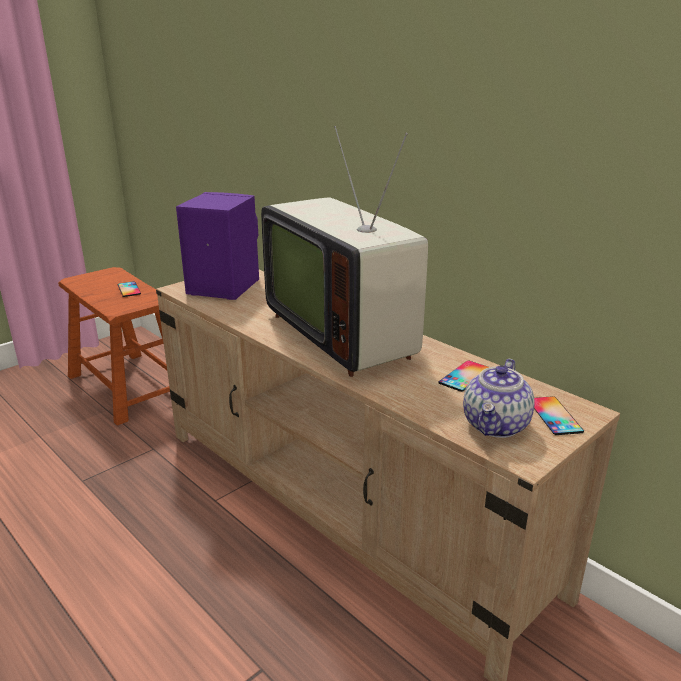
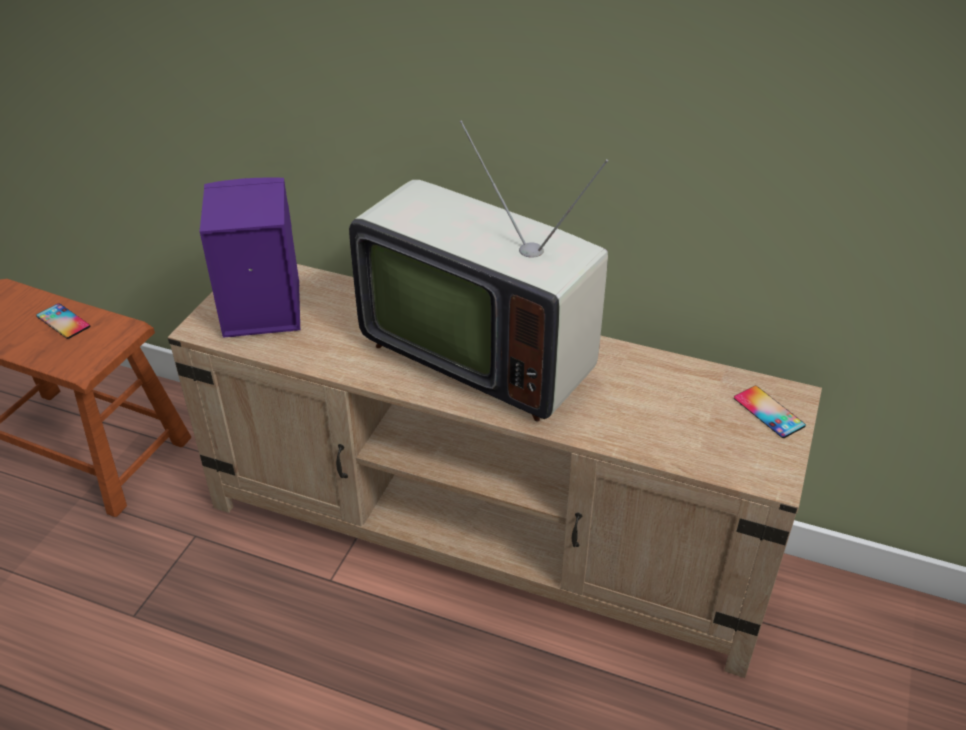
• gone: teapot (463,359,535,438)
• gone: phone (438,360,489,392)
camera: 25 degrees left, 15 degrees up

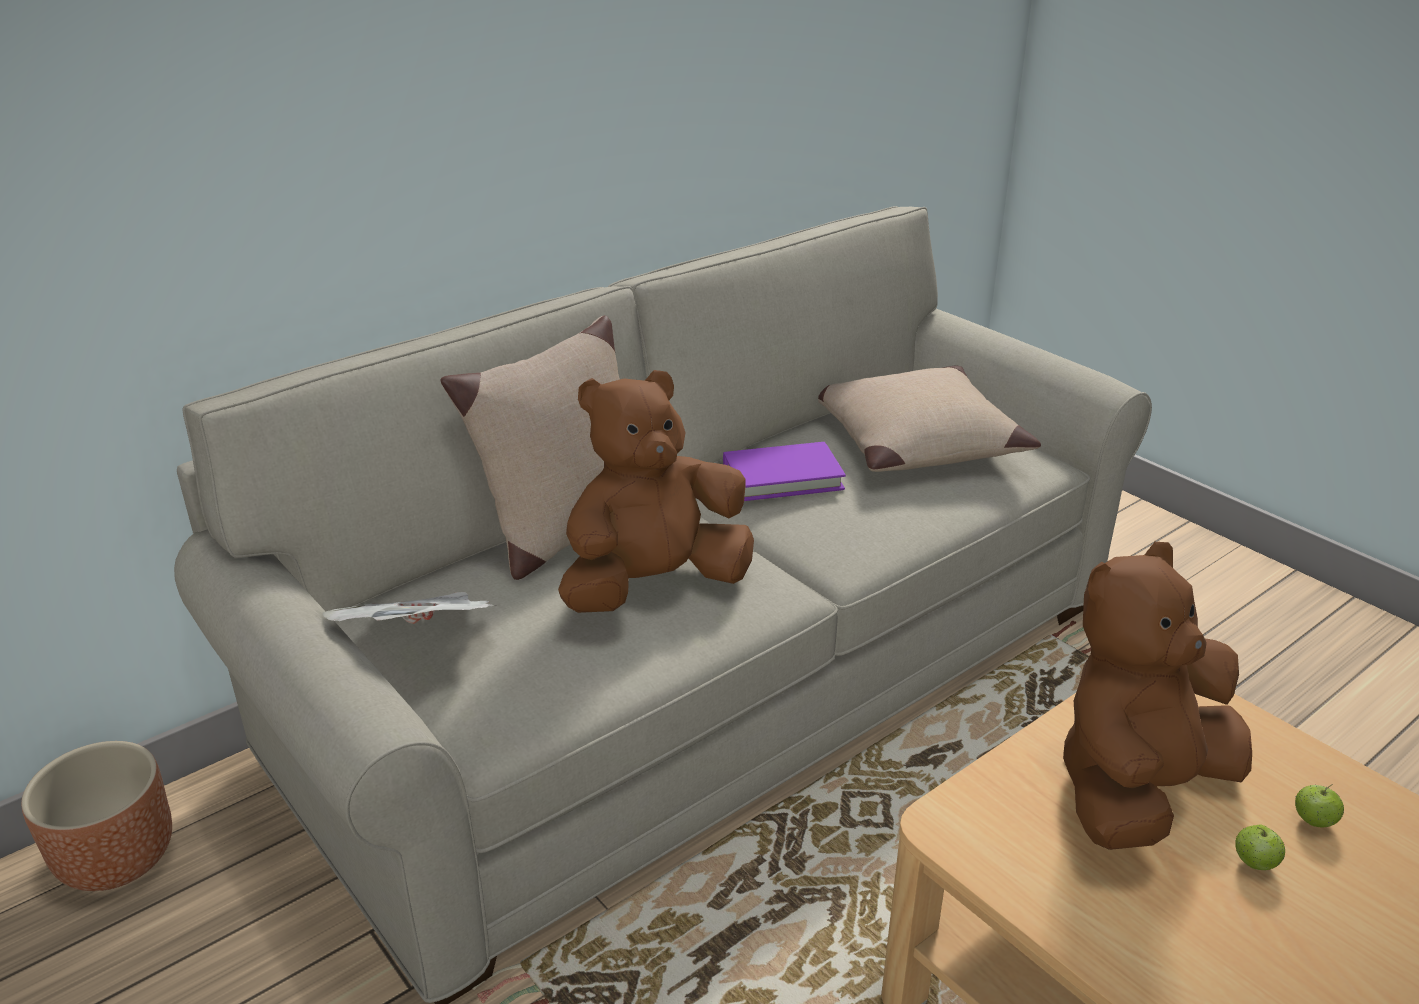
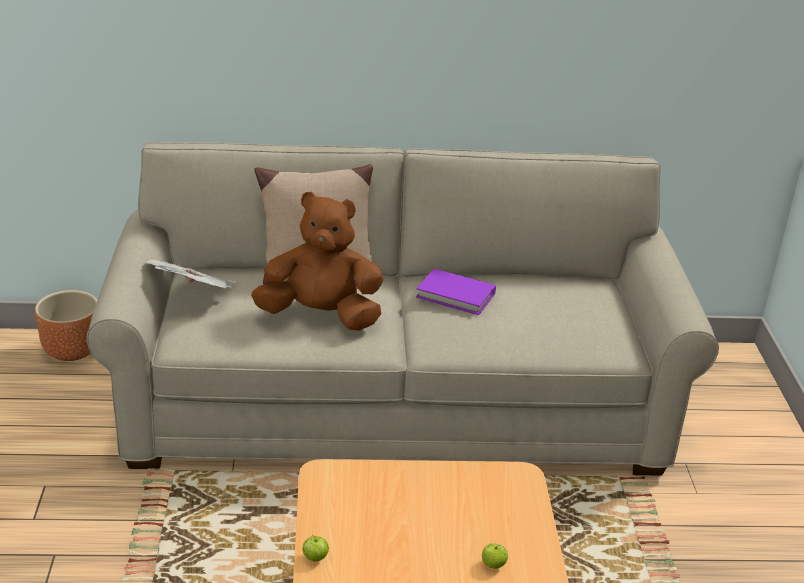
• gone: beige pillow (818,366,1041,472)
• gone: brown plush toy (1063,542,1252,850)
• shifted: apple (1235,825,1285,870) to (303,534,329,562)
camera: 35 degrees right, 0 degrees up

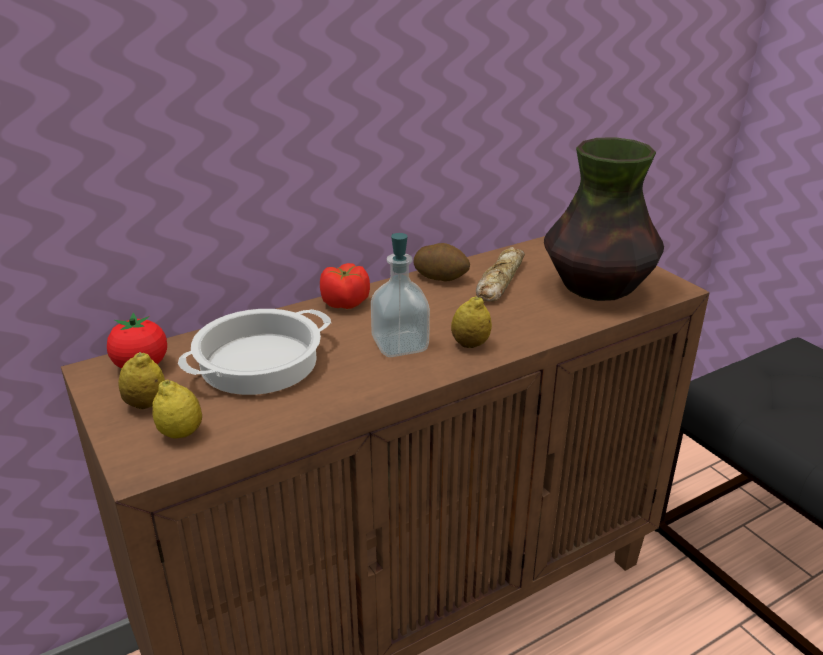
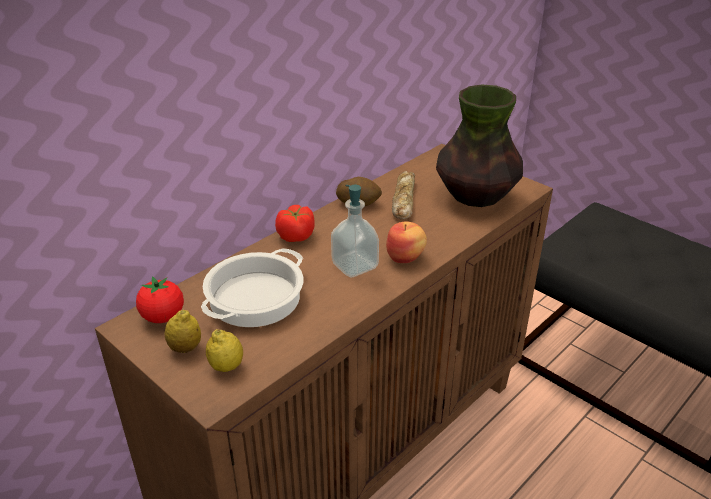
• swapped: lemon (451,296,492,348) to apple (386,222,427,263)
camera: 15 degrees left, 5 degrees up

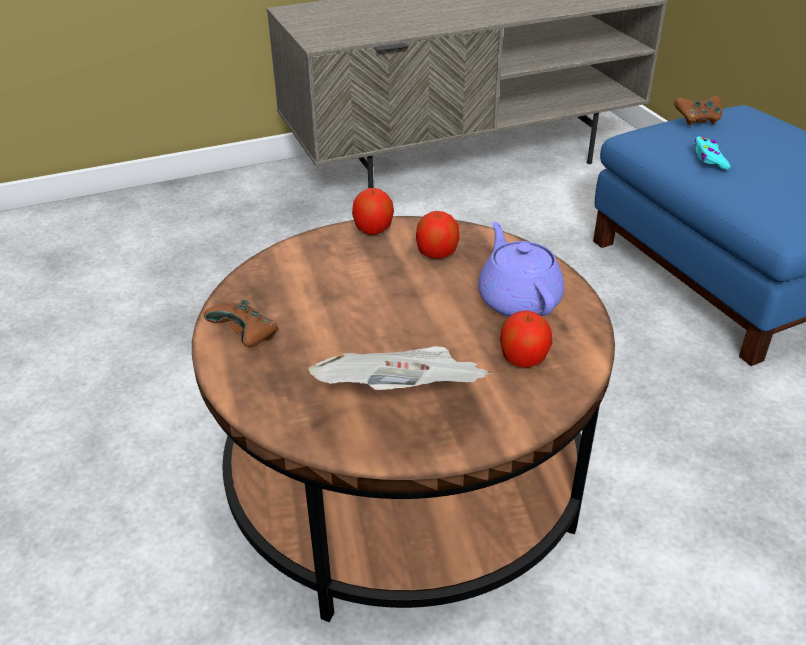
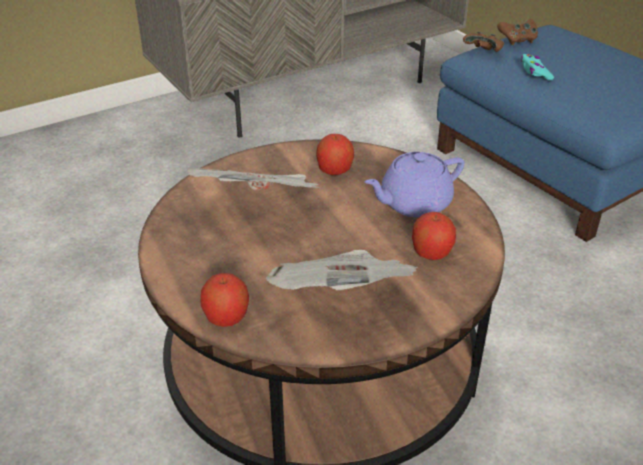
• shifted: apple (352,188,394,235) to (201,273,249,327)
• rotated: purple teapot (478,222,564,317) = (365,152,464,218) 90 degrees counterclockwise
• shifted: brown game controller (204,300,279,347) to (463,32,504,52)
• new: newspaper (187,168,321,191)
camera: 10 degrees left, 0 degrees up

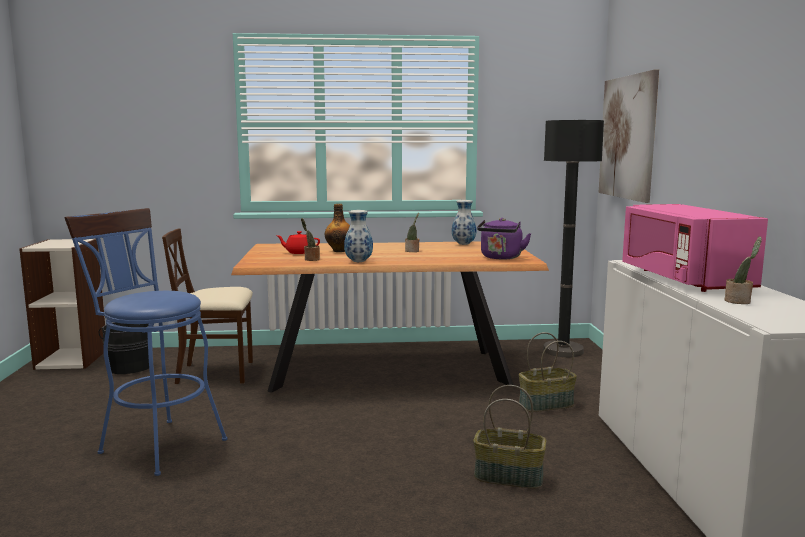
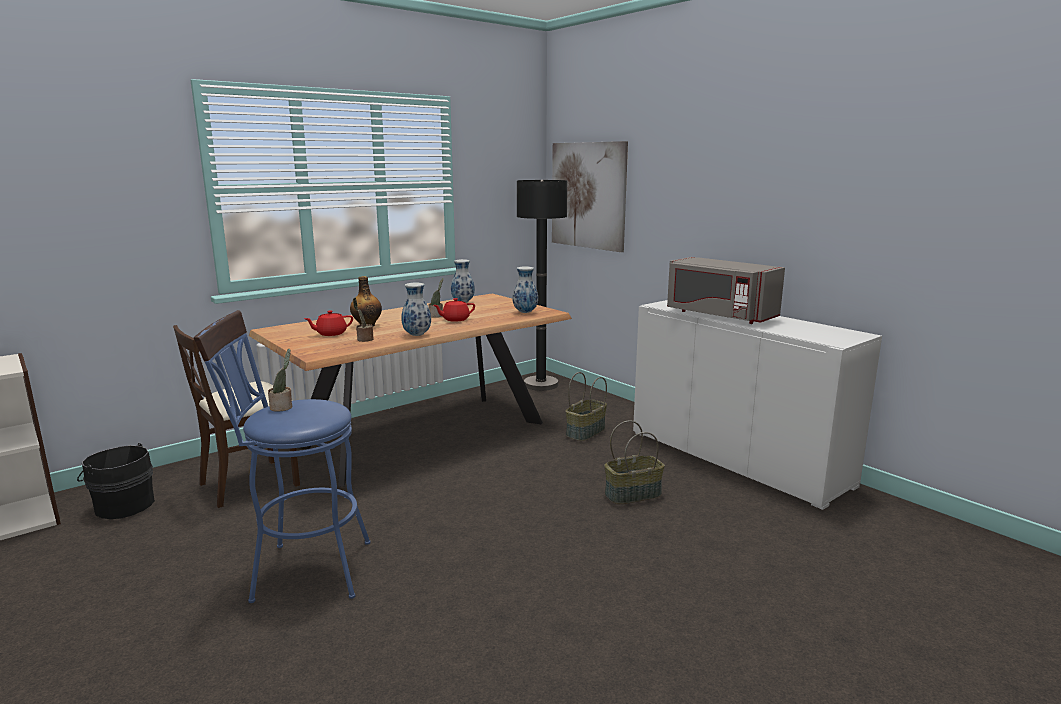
• repainted: pink microwave (622,204,768,292) to grey microwave (667,257,785,324)
• swapped: purple kettle (477,218,531,259) to vase (513,266,538,313)
• shifted: potted plant (725,236,762,304) to (268,349,292,412)
• new: red teapot (433,298,475,322)
camera: 35 degrees left, 5 degrees up

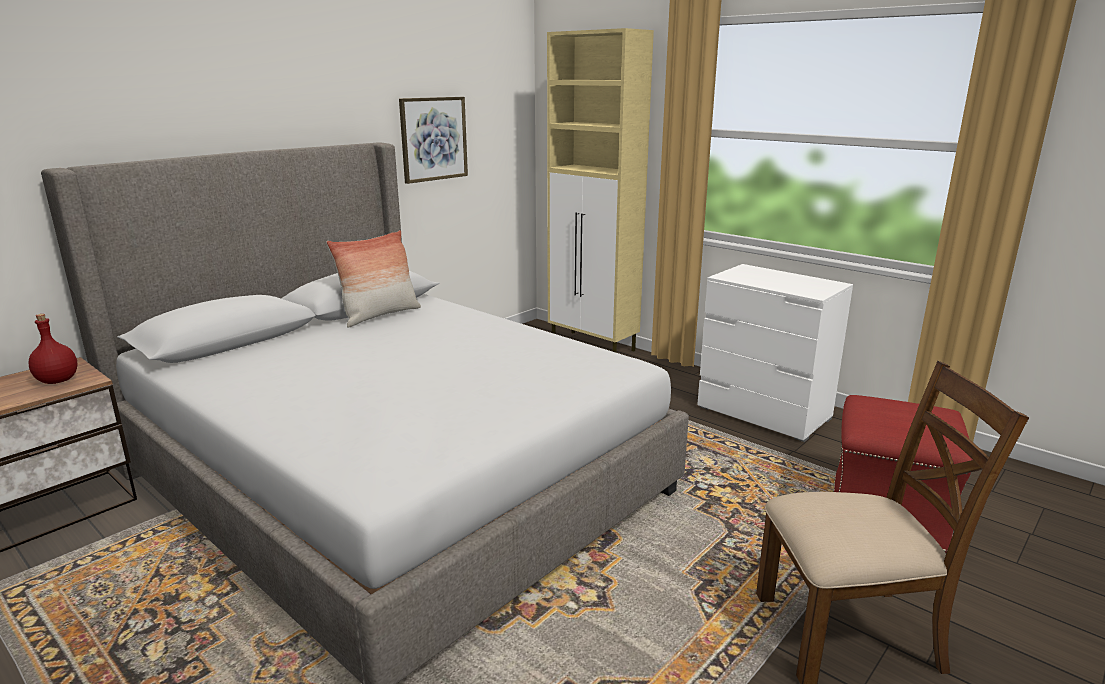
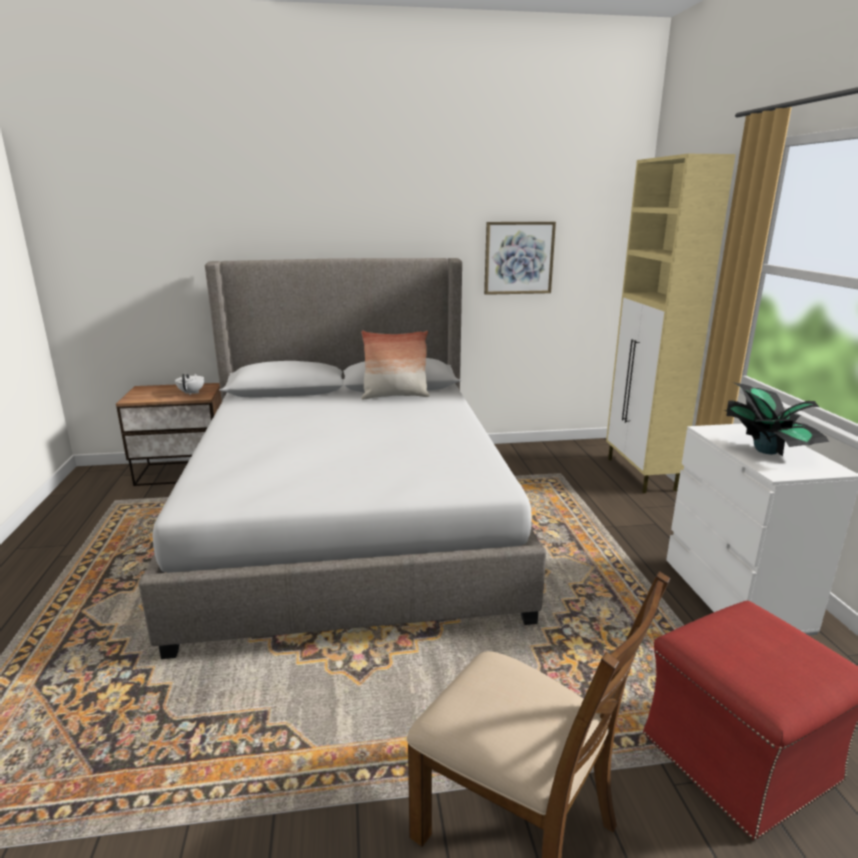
• swapped: red bottle (28,314,77,384) to white teapot (175,374,204,395)
• new: potted plant (725,382,829,456)
camera: 40 degrees right, 0 degrees up

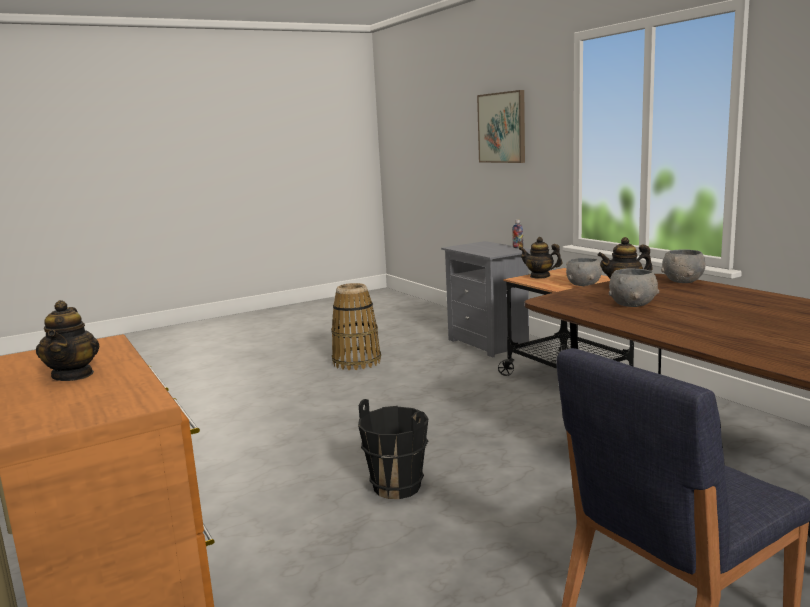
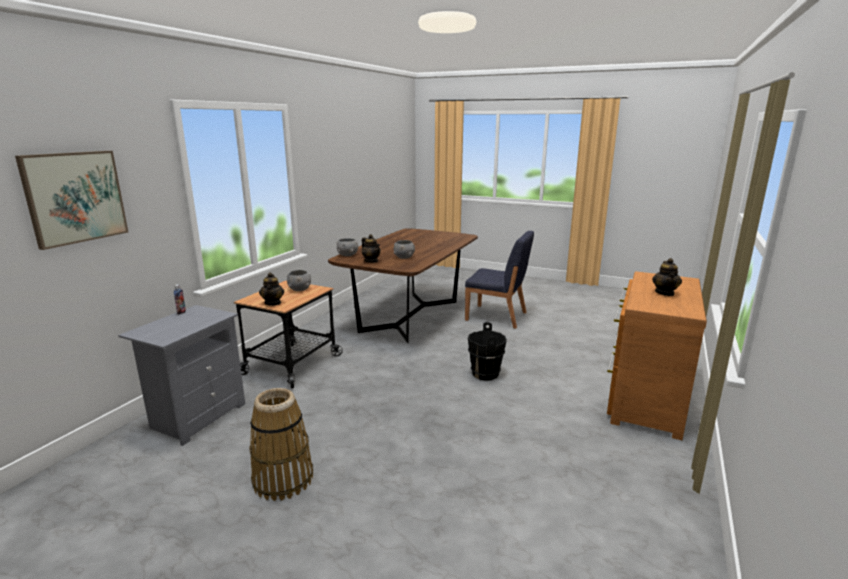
• rotated: teapot (36,300,99,381) = (652,258,682,296) 150 degrees clockwise
camera: 125 degrees left, 5 degrees up

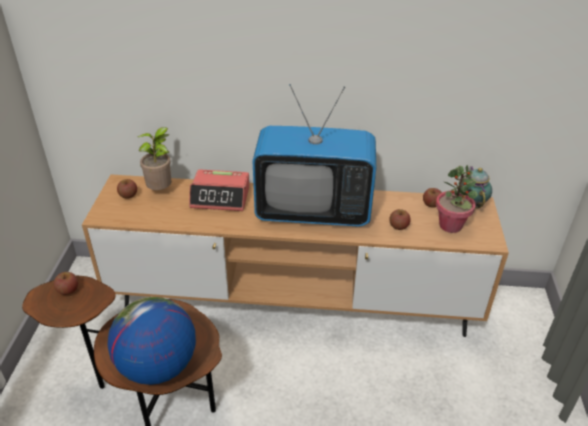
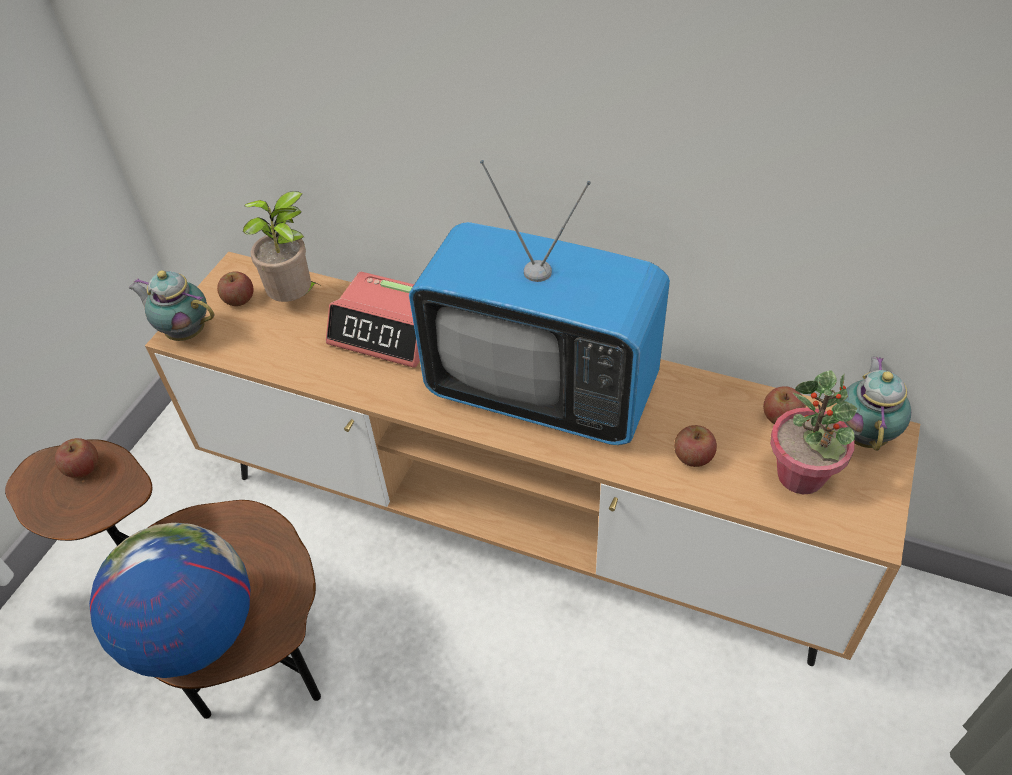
• new: teapot (128,270,215,341)
camera: 20 degrees right, 10 degrees up

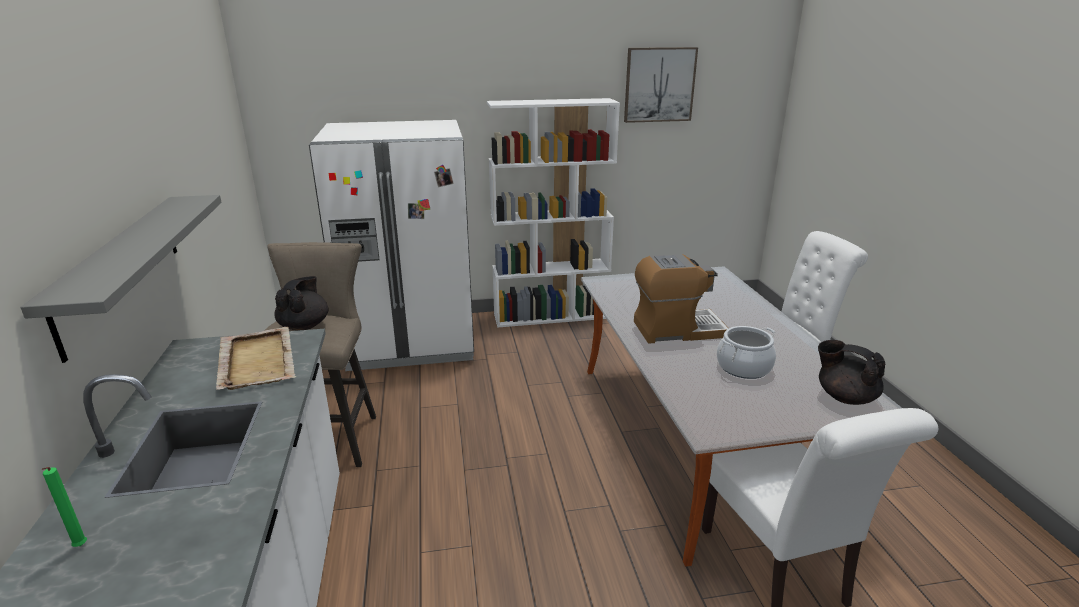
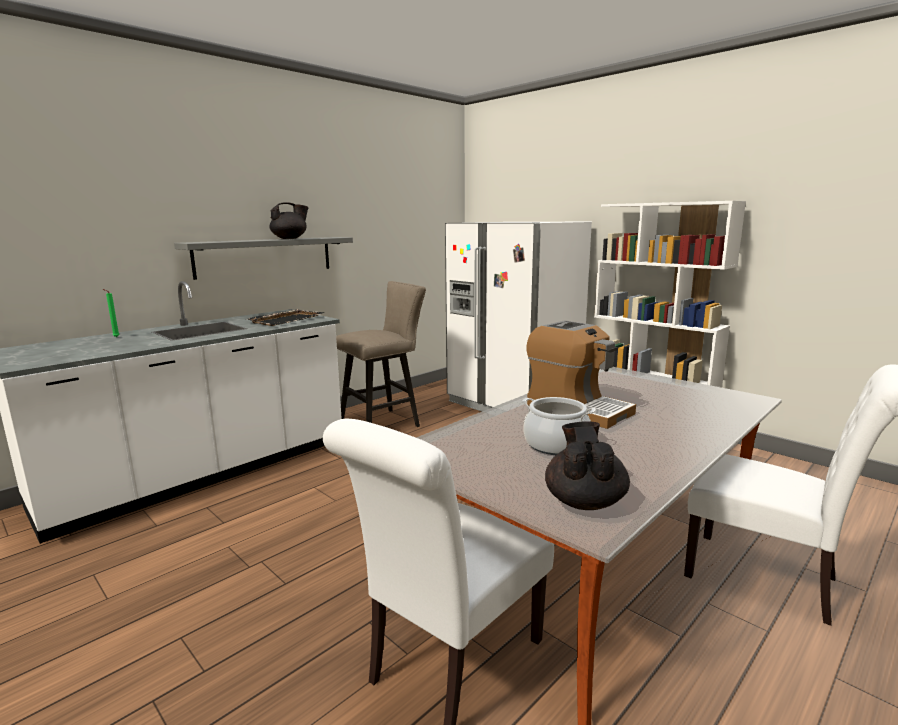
• gone: picture (624,47,698,123)
• shifted: black teapot (274,276,328,331) to (269,202,308,239)
• repainted: beige tray (216,327,297,390) to black tray (246,309,324,326)
camera: 55 degrees right, 10 degrees down

